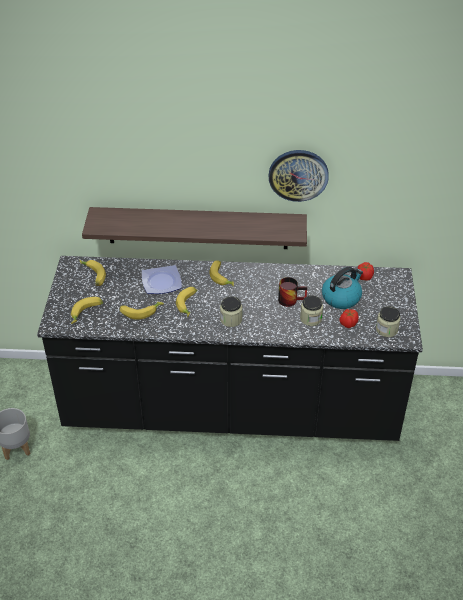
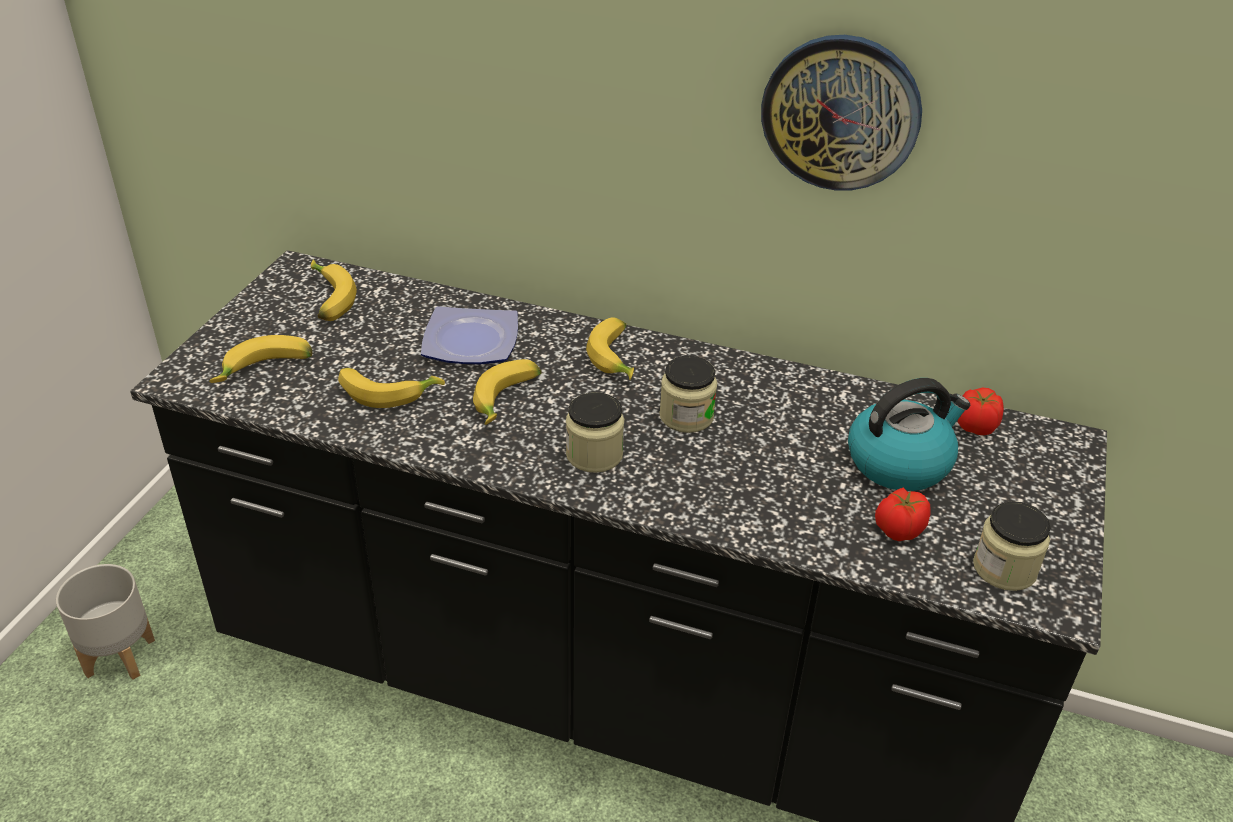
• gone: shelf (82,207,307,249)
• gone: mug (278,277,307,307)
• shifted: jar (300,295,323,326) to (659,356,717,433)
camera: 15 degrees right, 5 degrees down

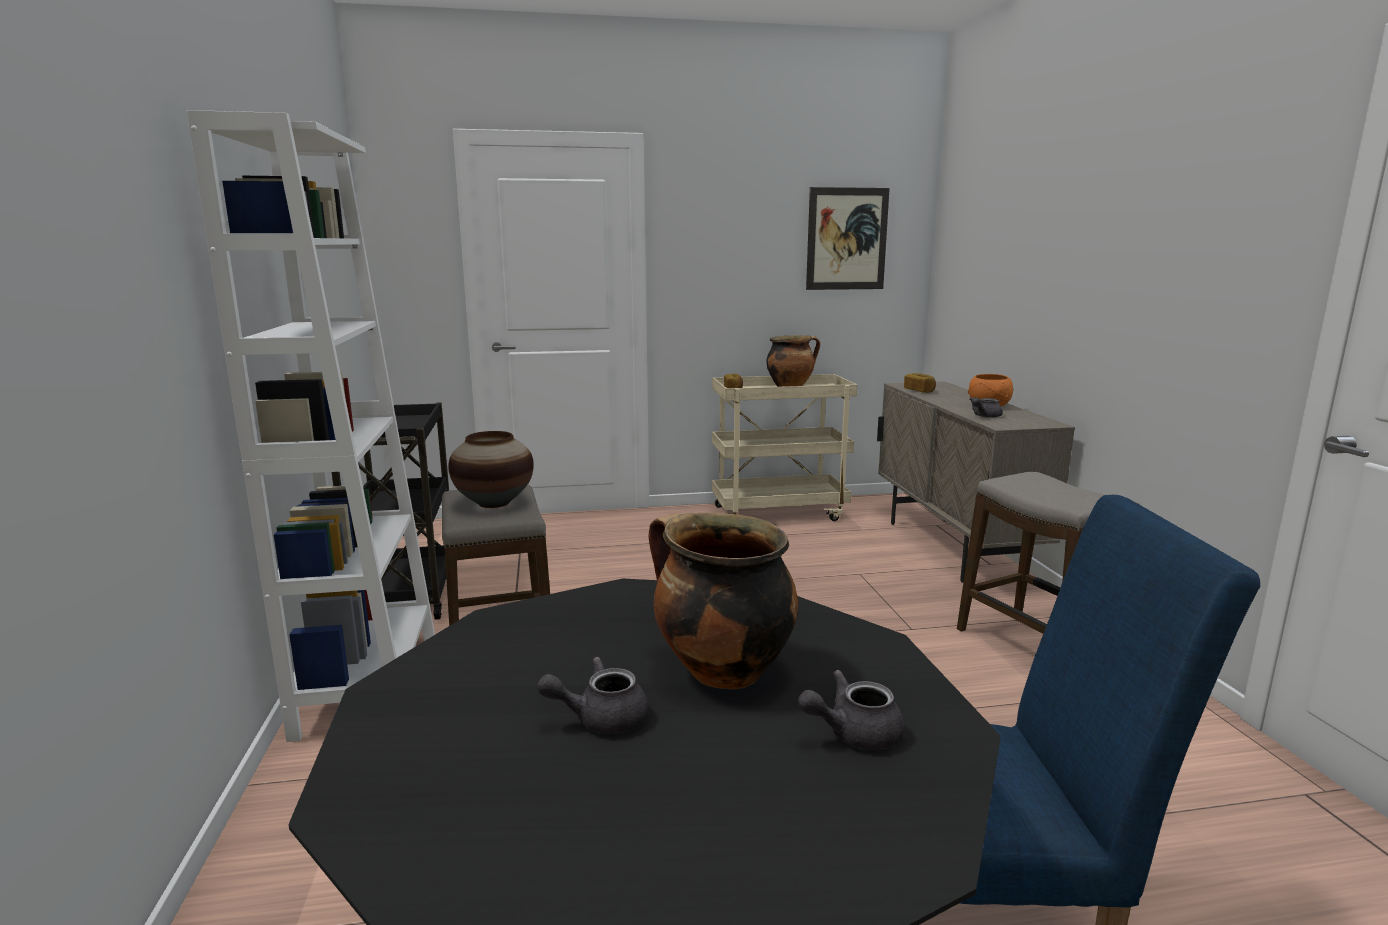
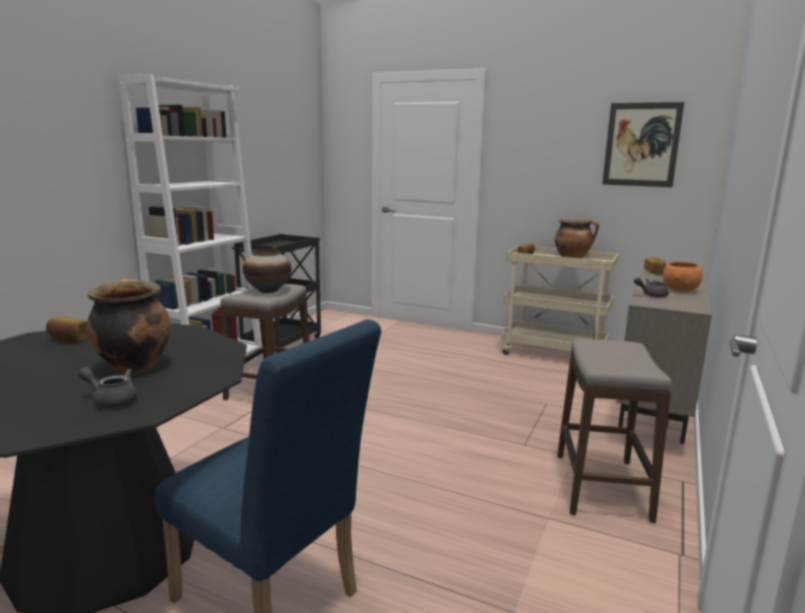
• gone: grey teapot (537,657,649,734)
• new: bread (46,316,88,343)
camera: 35 degrees right, 0 degrees up

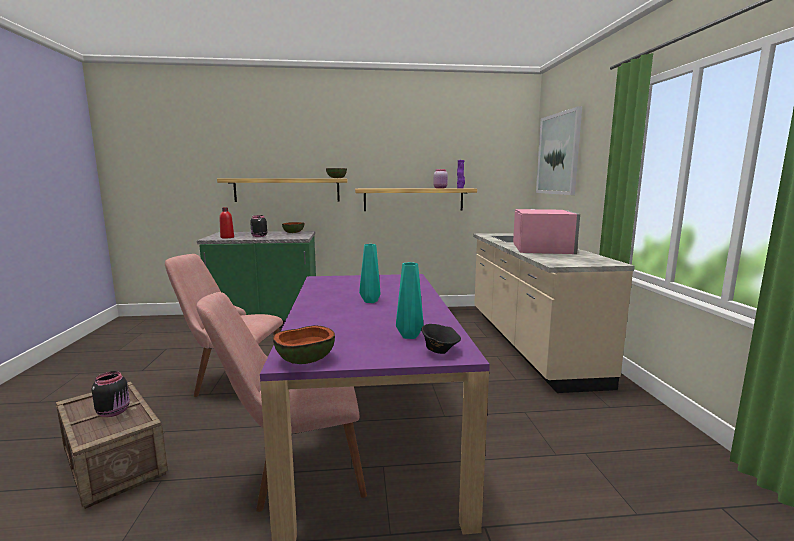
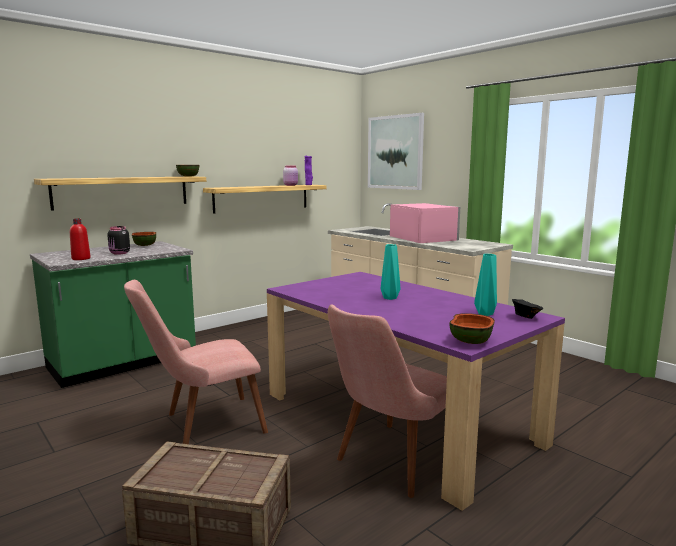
• gone: black jar (92,371,130,417)
camera: 35 degrees left, 0 degrees up

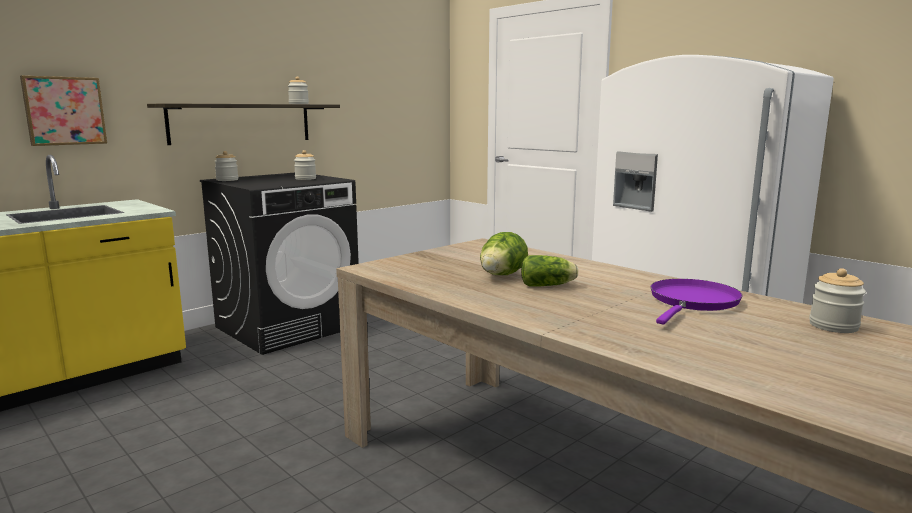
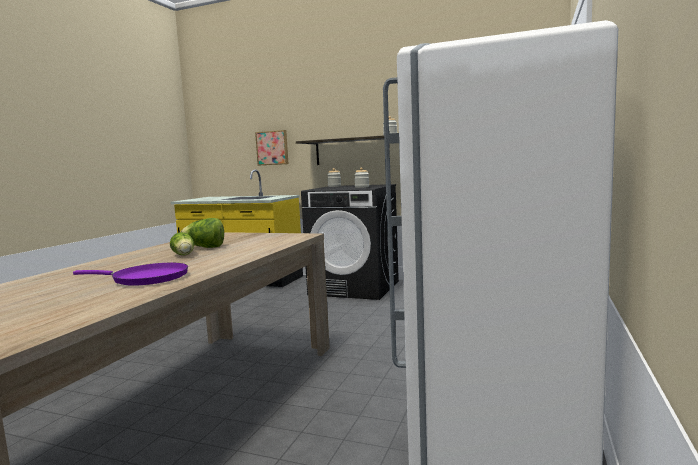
• gone: jar (809,268,866,333)
camera: 65 degrees right, 5 degrees down

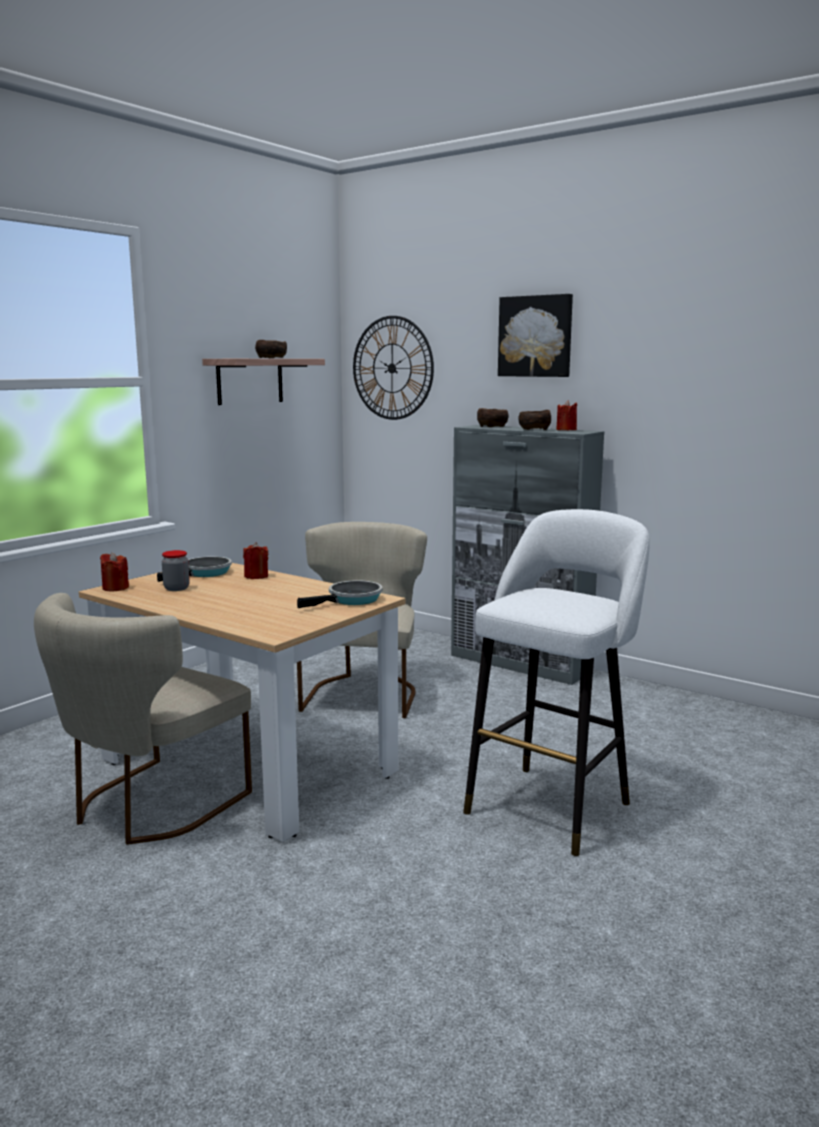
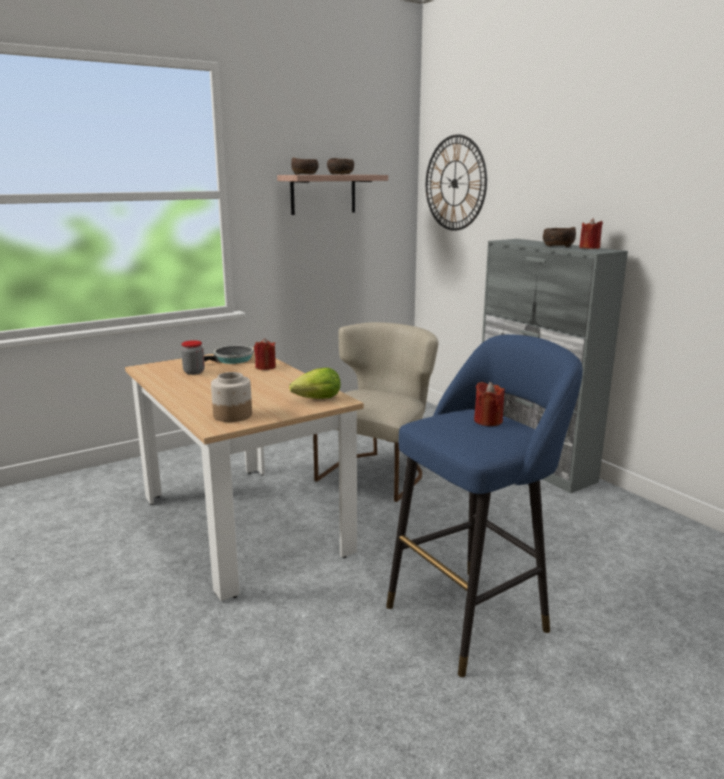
• gone: picture (498,294,573,377)
• shifted: brown bowl (477,408,508,427) to (291,157,319,175)
• repainted: white stool (463,509,650,856) to blue stool (386,334,583,677)
• shifted: red candle (100,552,129,592) to (474,382,505,426)
• swapped: frying pan (297,580,383,608) to lettuce (289,368,341,399)
• gone: beige chair (34,593,252,845)
• new: jar (211,372,252,422)
camera: 20 degrees right, 5 degrees up

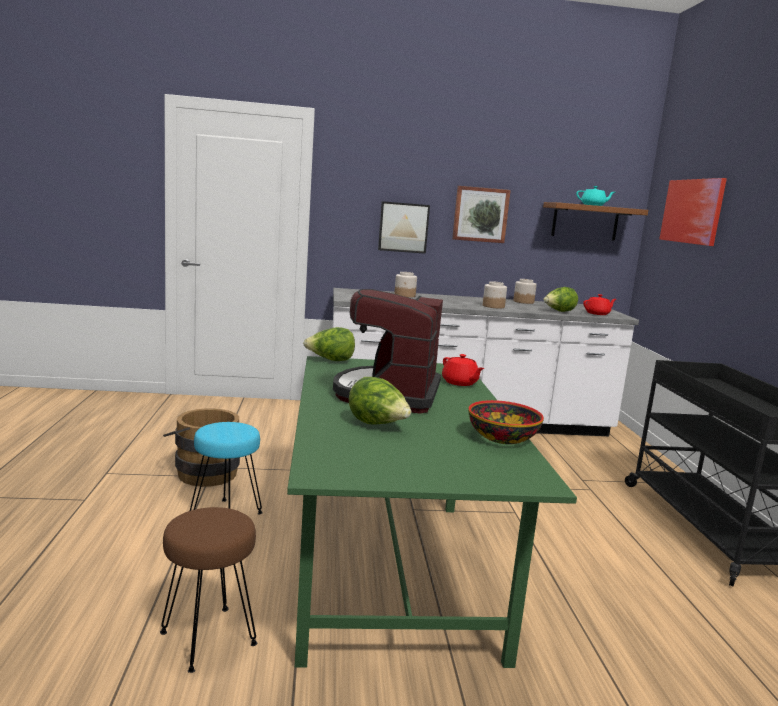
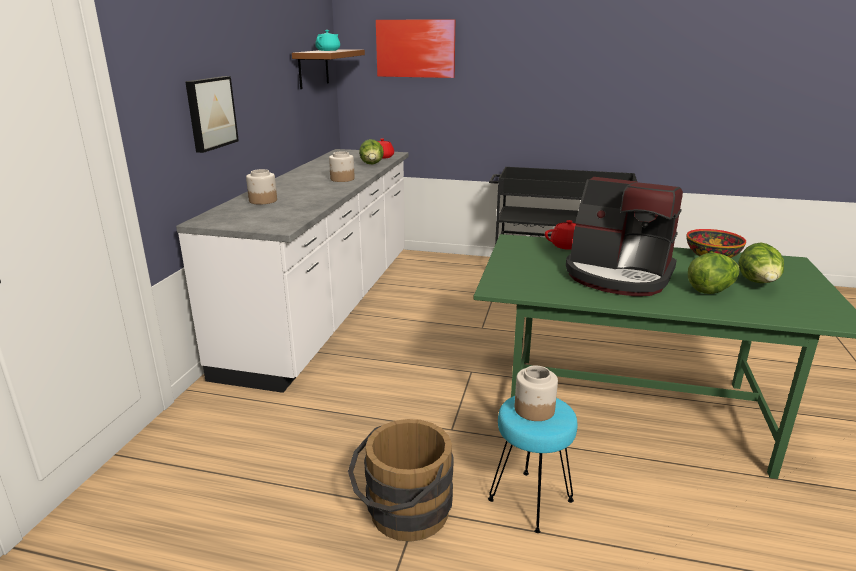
• gone: picture (452,186,511,243)
• shifted: jar (513,279,537,304) to (515,365,558,421)
• shifted: lettuce (303,327,355,361) to (739,243,784,283)
• gone: brown stool (160,507,257,673)
camera: 70 degrees left, 10 degrees up

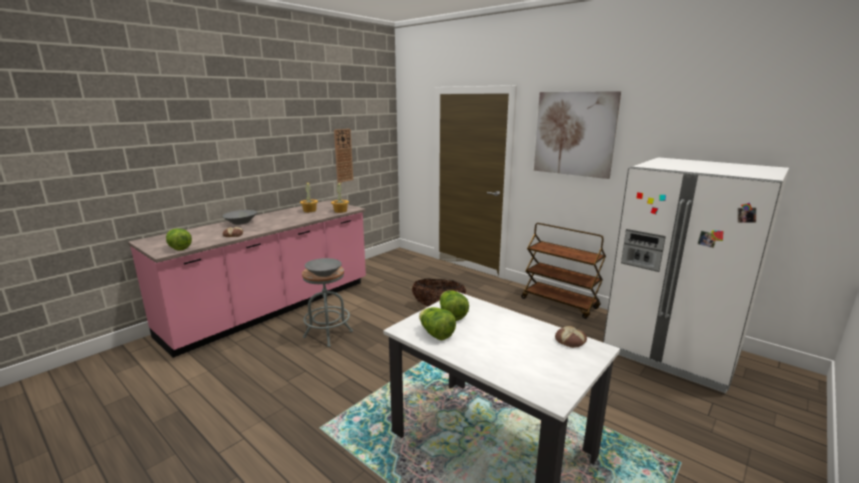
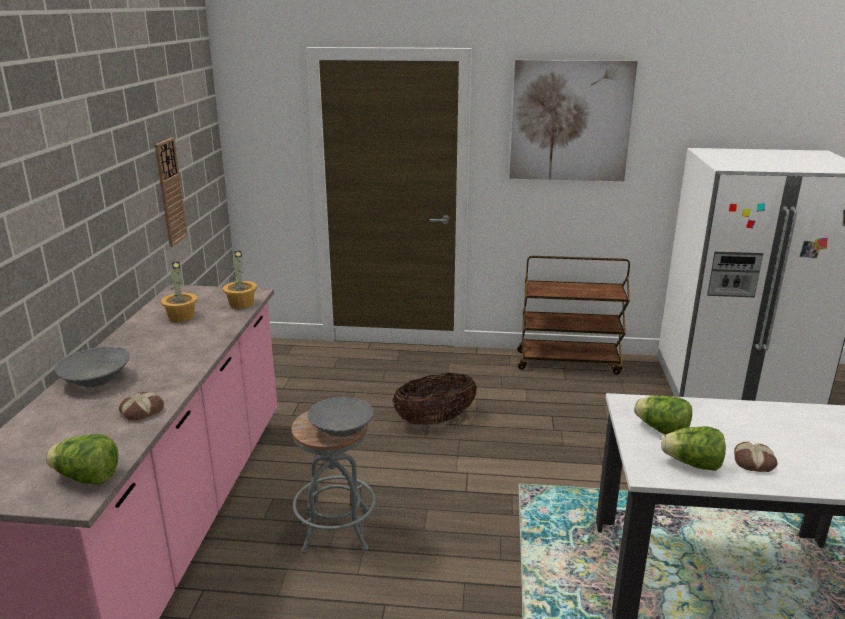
• shifted: bread (555,326,587,348) to (734,442,778,472)
camera: 35 degrees left, 5 degrees up

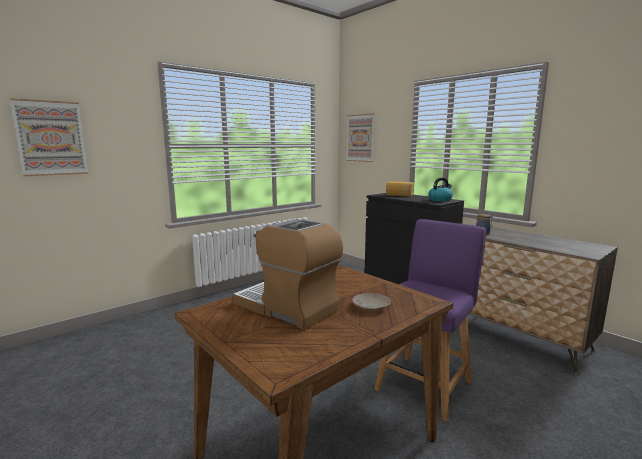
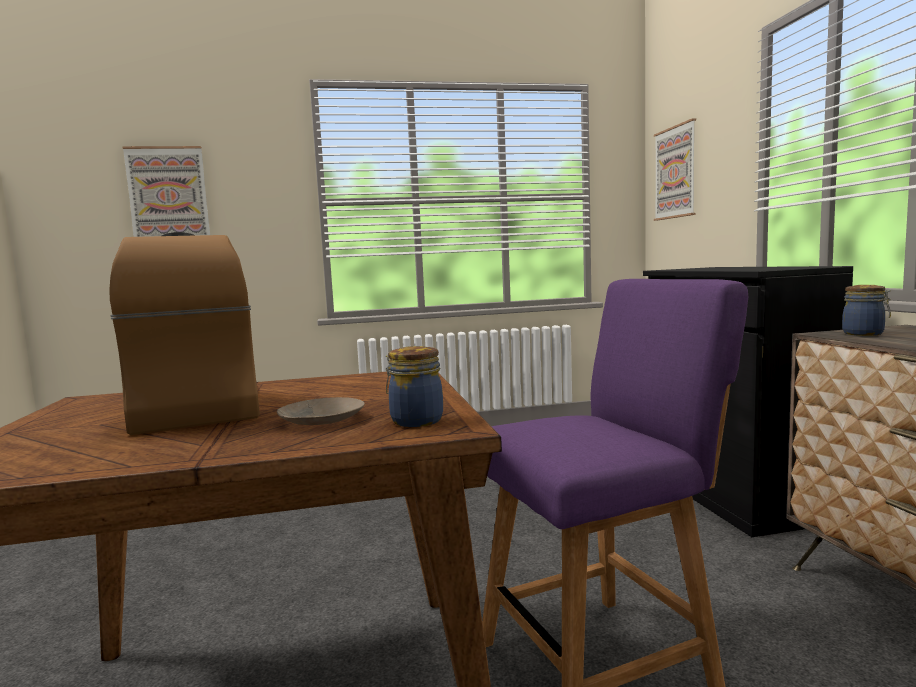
• gone: kettle (428,177,453,201)
• gone: bread (386,182,414,197)
• new: jar (386,346,443,427)
camera: 30 degrees right, 5 degrees down

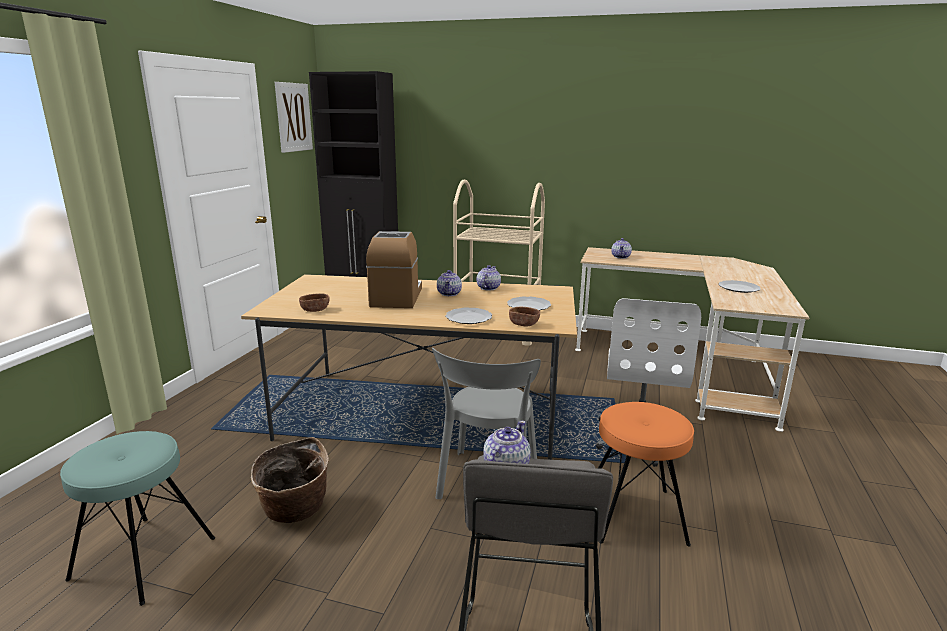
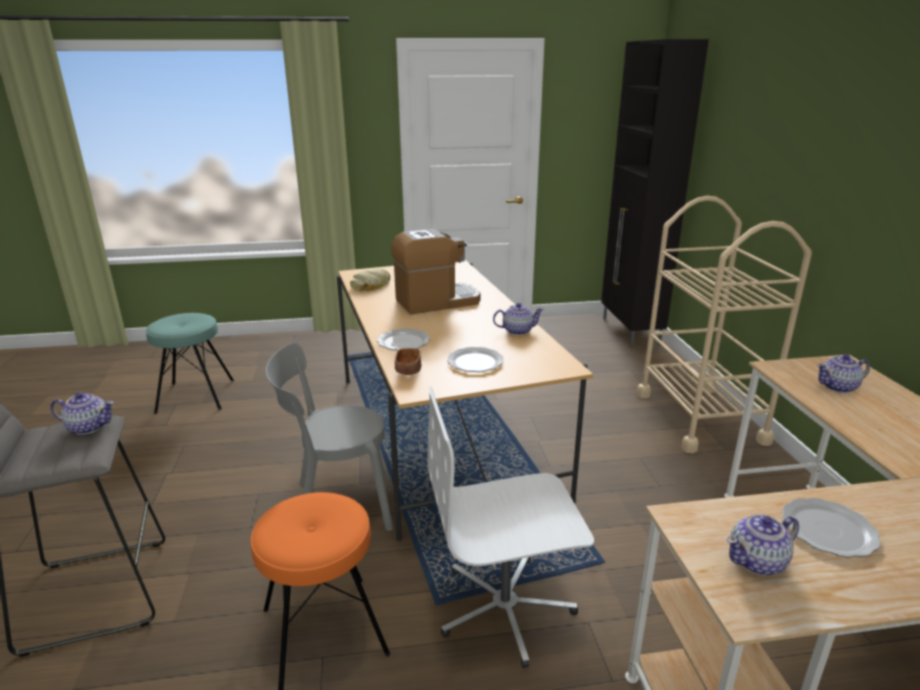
• gone: picture (275,82,313,153)
• shifted: teapot (437,270,462,296) to (727,514,799,575)
• swapped: brown bowl (299,293,330,312) to bread (350,269,391,291)
• gone: basket (251,437,329,523)
camera: 65 degrees right, 5 degrees up

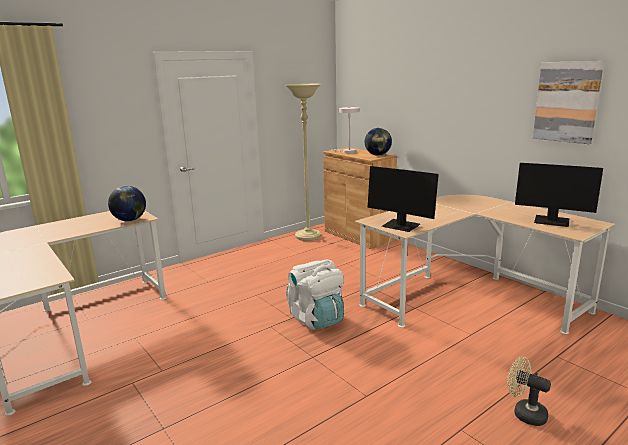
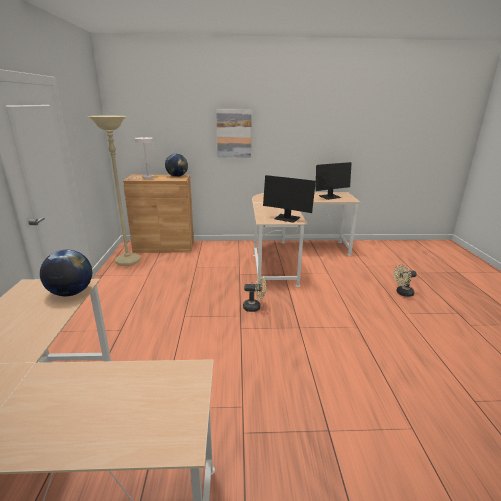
• shifted: picture (533,61,604,144) to (216,109,252,157)
• rotated: monitor (368,166,439,232) = (263,175,316,223) 45 degrees clockwise
• swapped: white backpack (286,260,344,330) to beige fan (243,276,267,312)
camera: 55 degrees left, 5 degrees up

